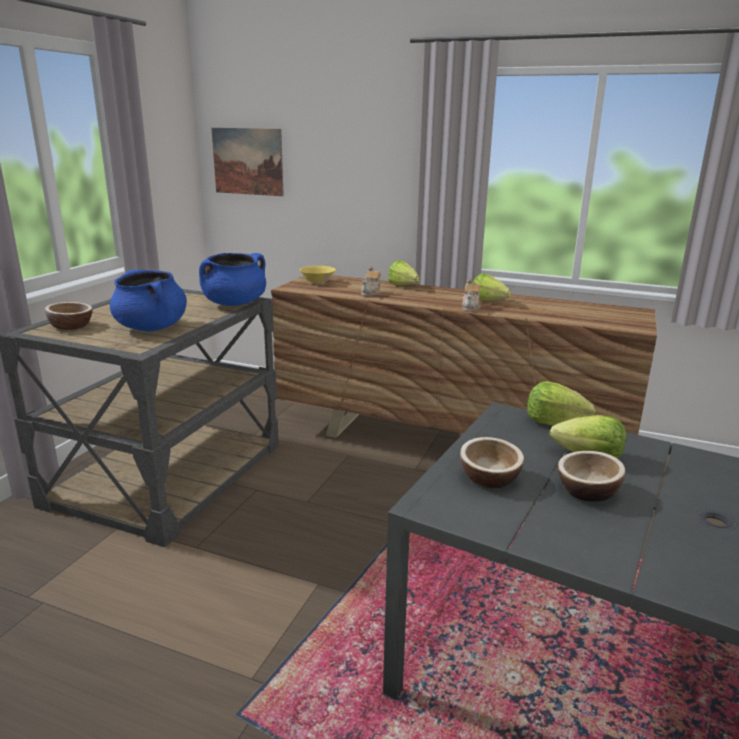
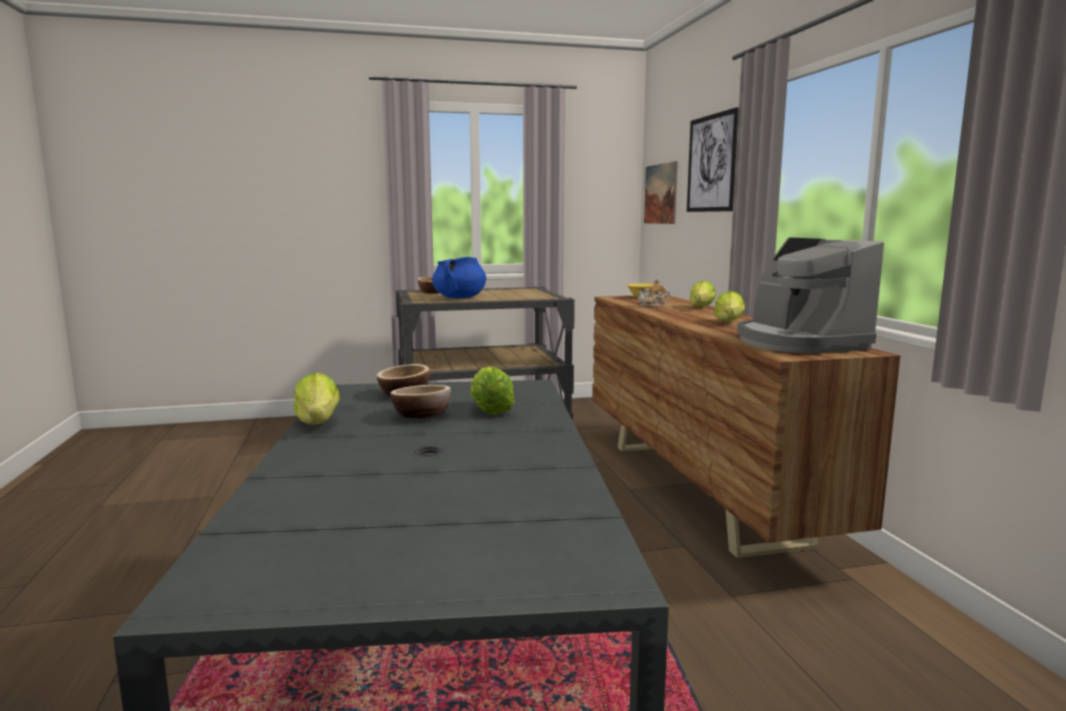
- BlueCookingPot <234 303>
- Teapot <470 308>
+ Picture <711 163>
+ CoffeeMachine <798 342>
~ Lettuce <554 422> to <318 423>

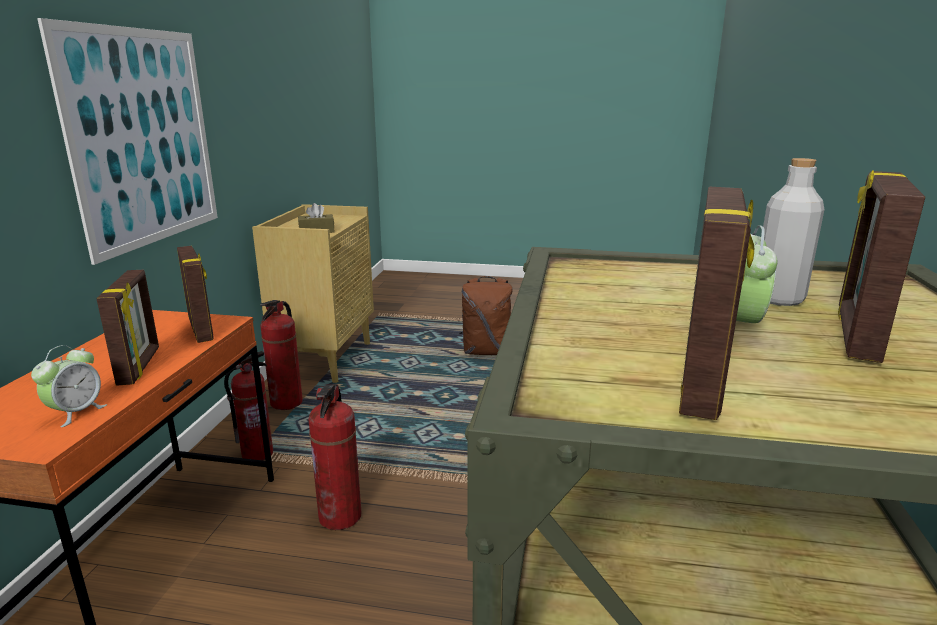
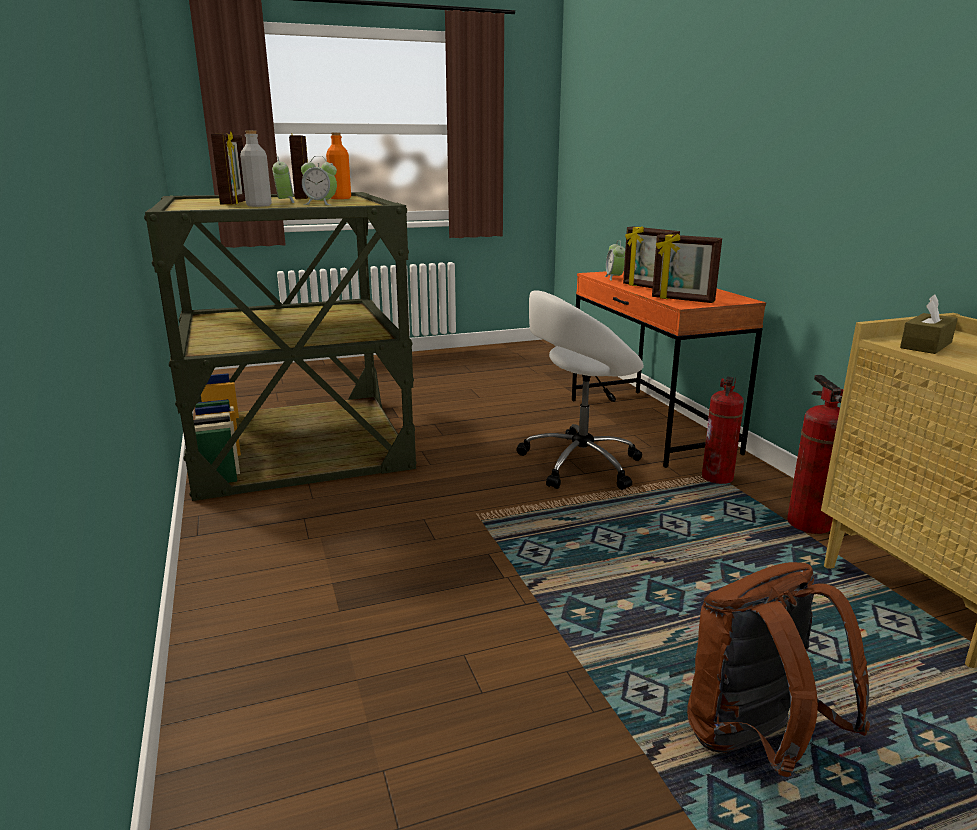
- Picture <144 138>
+ AlarmClock <321 204>
+ OrangeBottle <340 198>
~ FireExtinguisher <340 516> to WhiteOfficeChair <577 464>

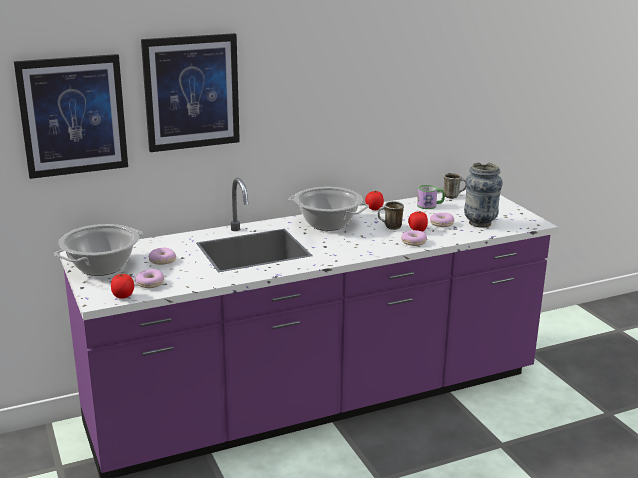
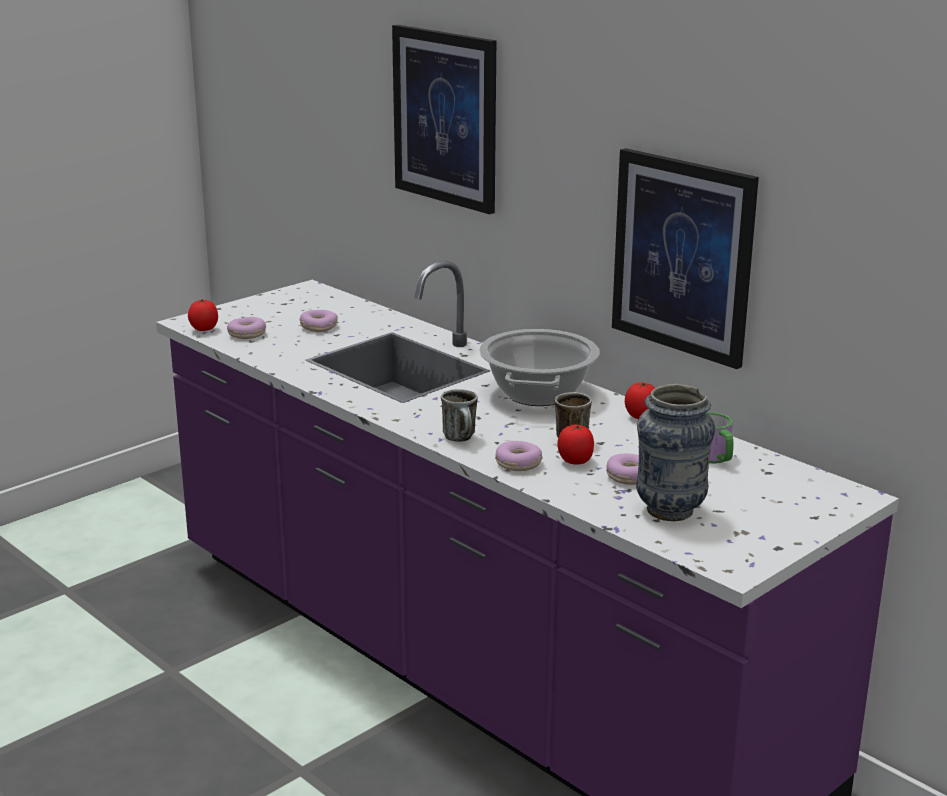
- CookingPot <102 266>
~ Picture <73 116> to <683 256>
~ Mug <453 196> to <462 439>

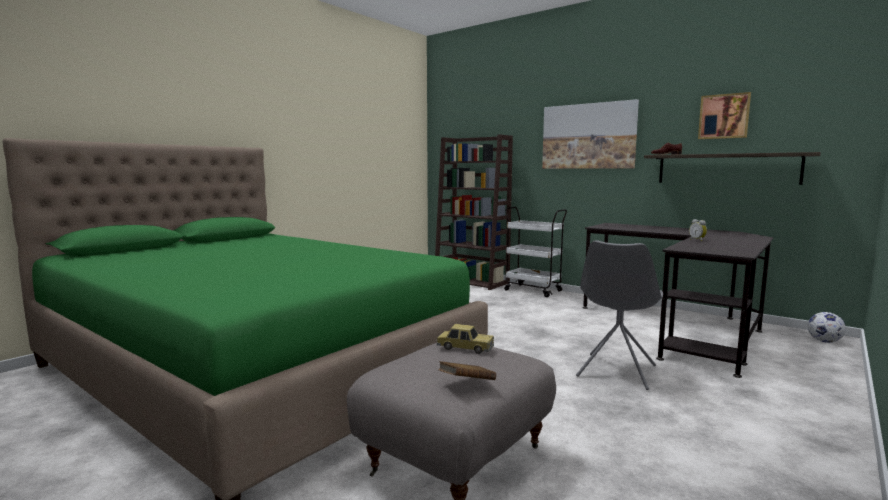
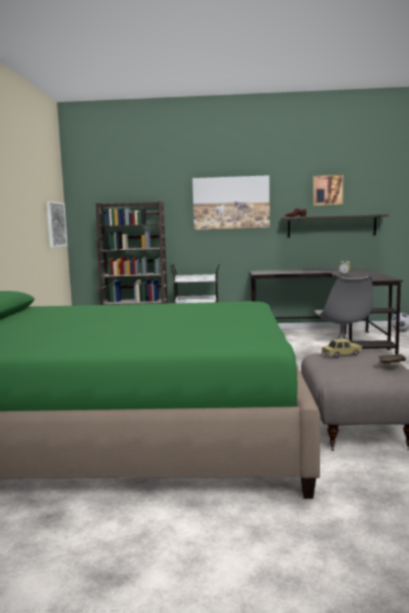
+ Picture <55 224>

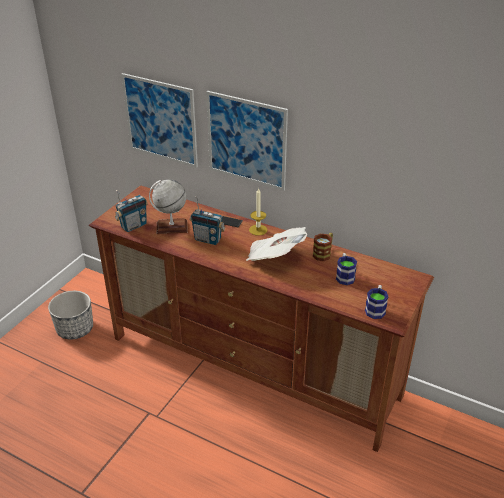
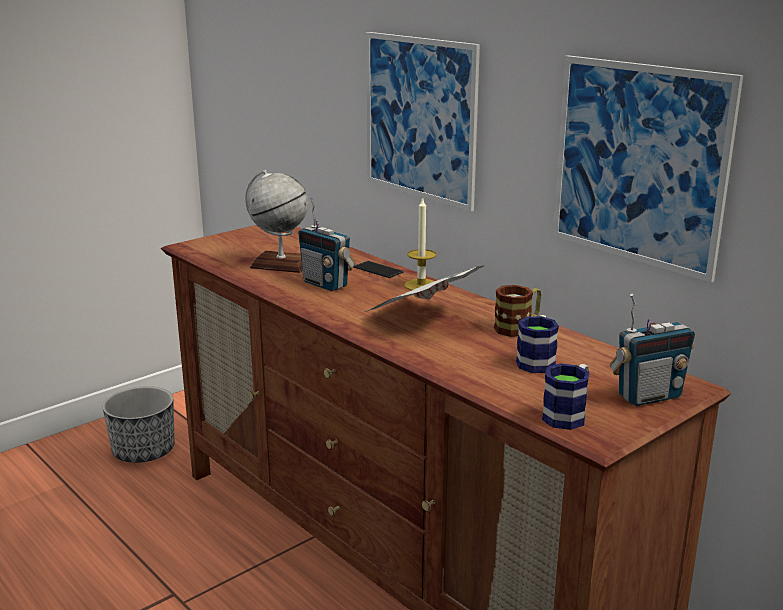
~ Radio <133 226> to <648 396>
~ Picture <160 120> to <638 164>

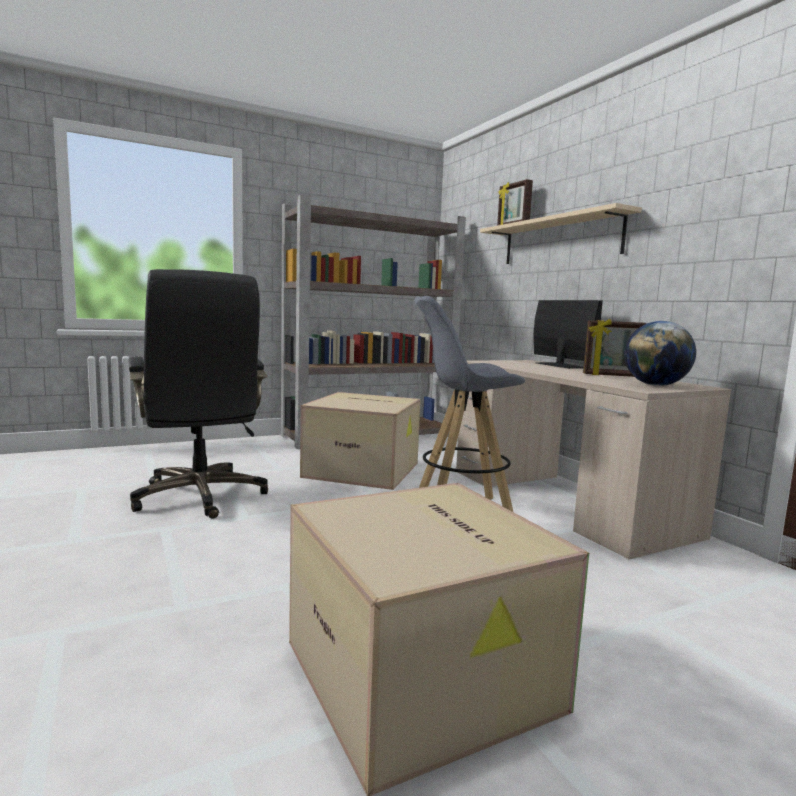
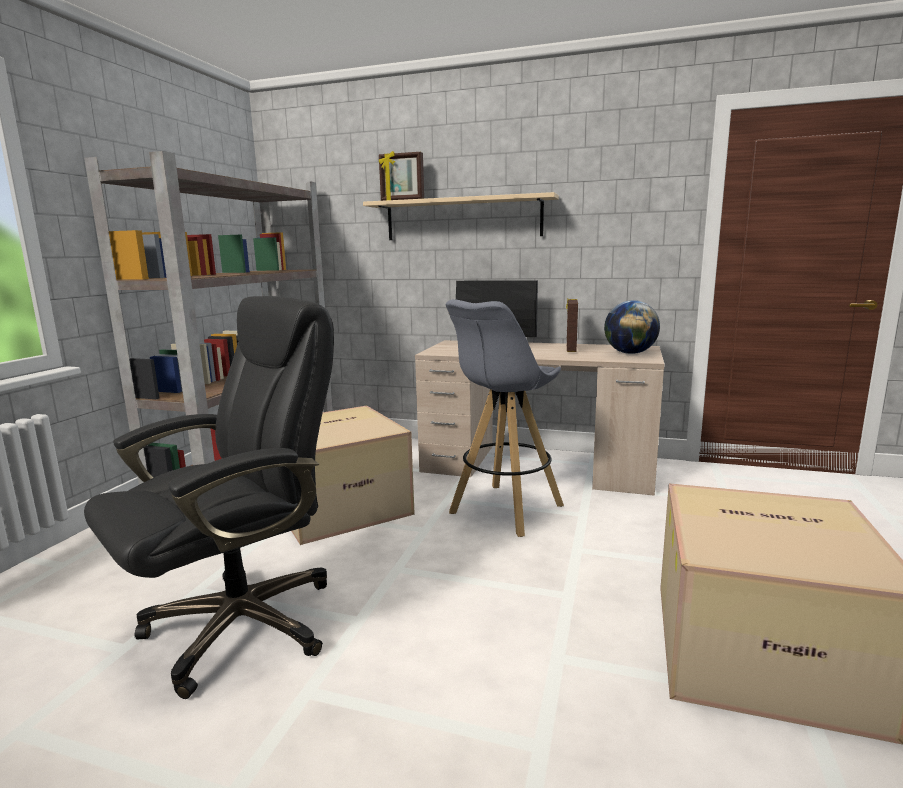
~ BlackOfficeChair <199 495> = <238 628> 60 degrees counterclockwise
~ PictureFrame <611 375> = <570 348> 135 degrees clockwise

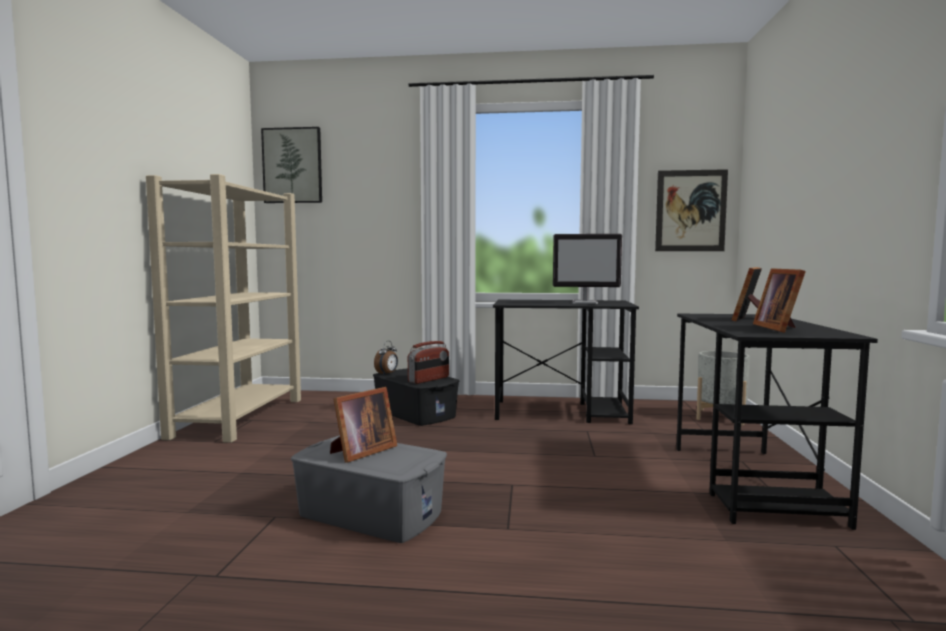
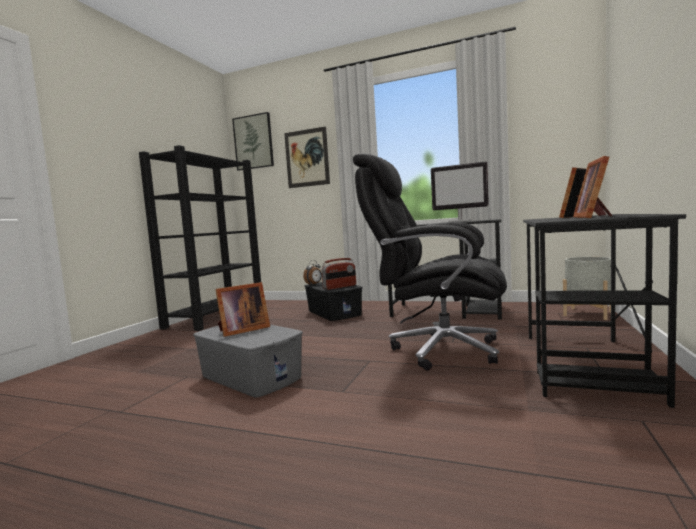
+ BlackOfficeChair <438 350>
~ Picture <690 211> to <307 158>
~ BeigeBookcase <239 417> to BlackBookcase <216 316>

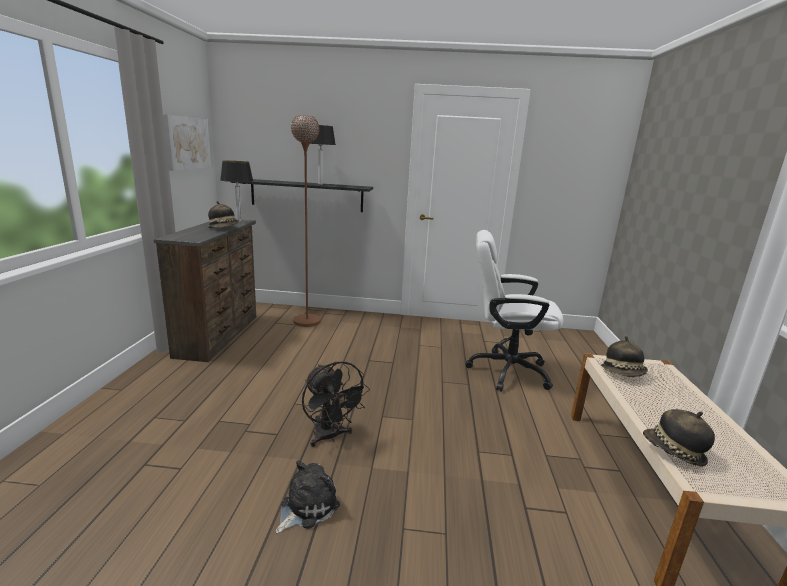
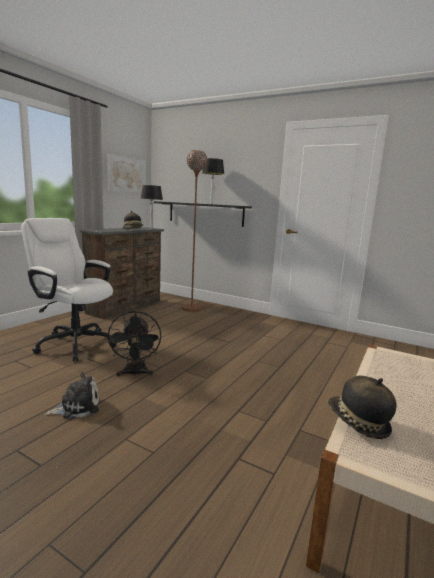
- Hat <623 373>
~ WhiteOfficeChair <504 371> to <73 344>

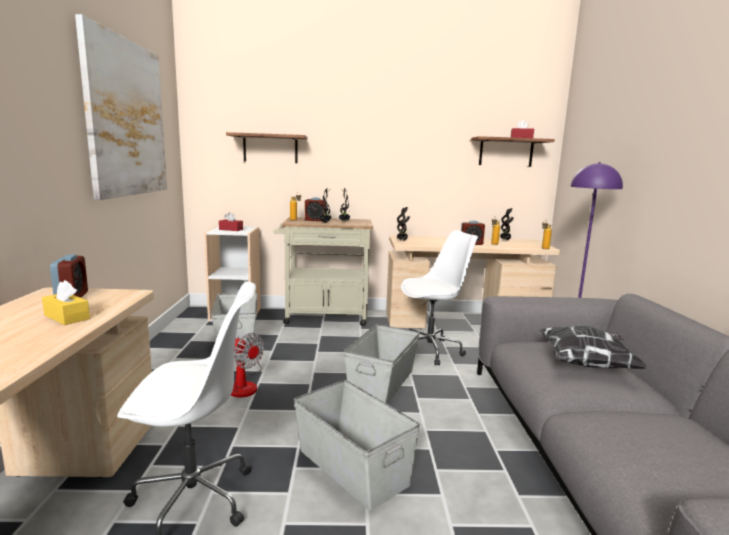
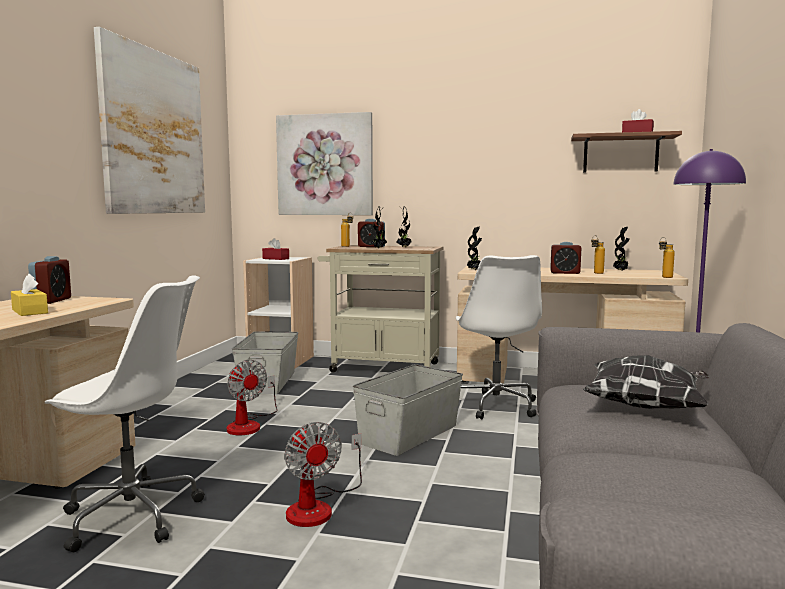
~ Shelf <270 148> to Picture <325 165>
~ GreyStorageBox <352 466> to Fan <318 507>
~ WhiteOfficeChair <431 350> = <496 407> 90 degrees clockwise

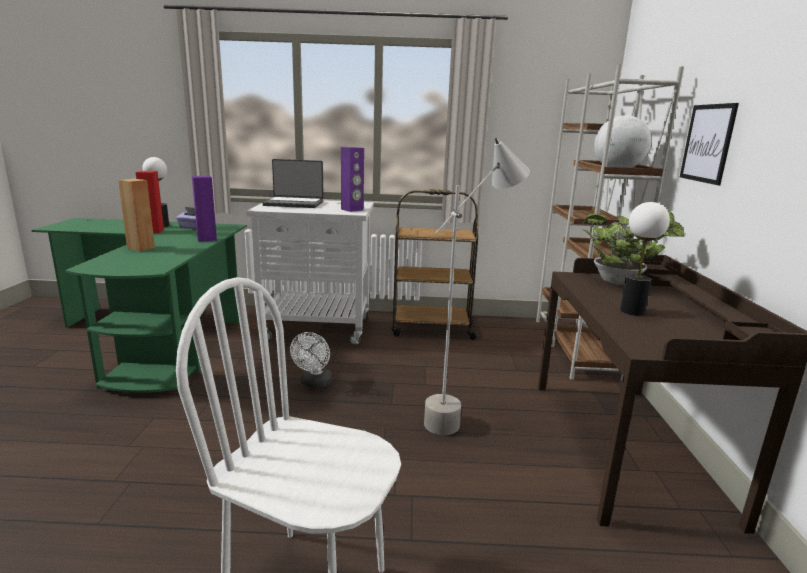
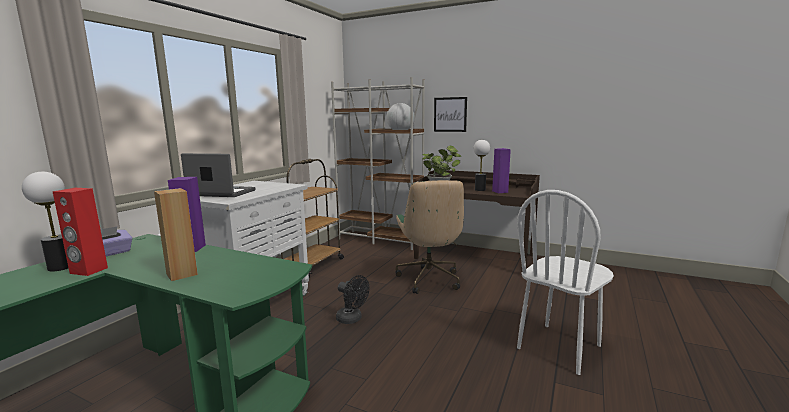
~ PurpleSpeaker <352 209> to <500 192>
~ GreyFloorLamp <463 415> to GreenOfficeChair <429 281>
~ WhiteFan <314 384> to BlackFan <352 319>
~ Laptop <294 203> = <221 193> 105 degrees counterclockwise

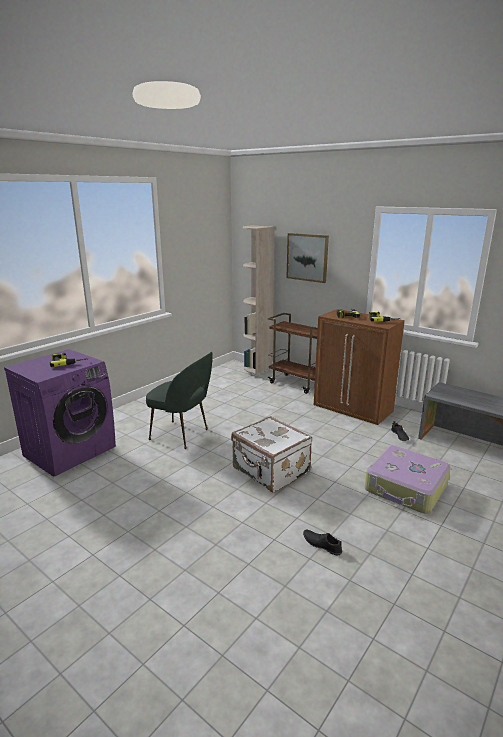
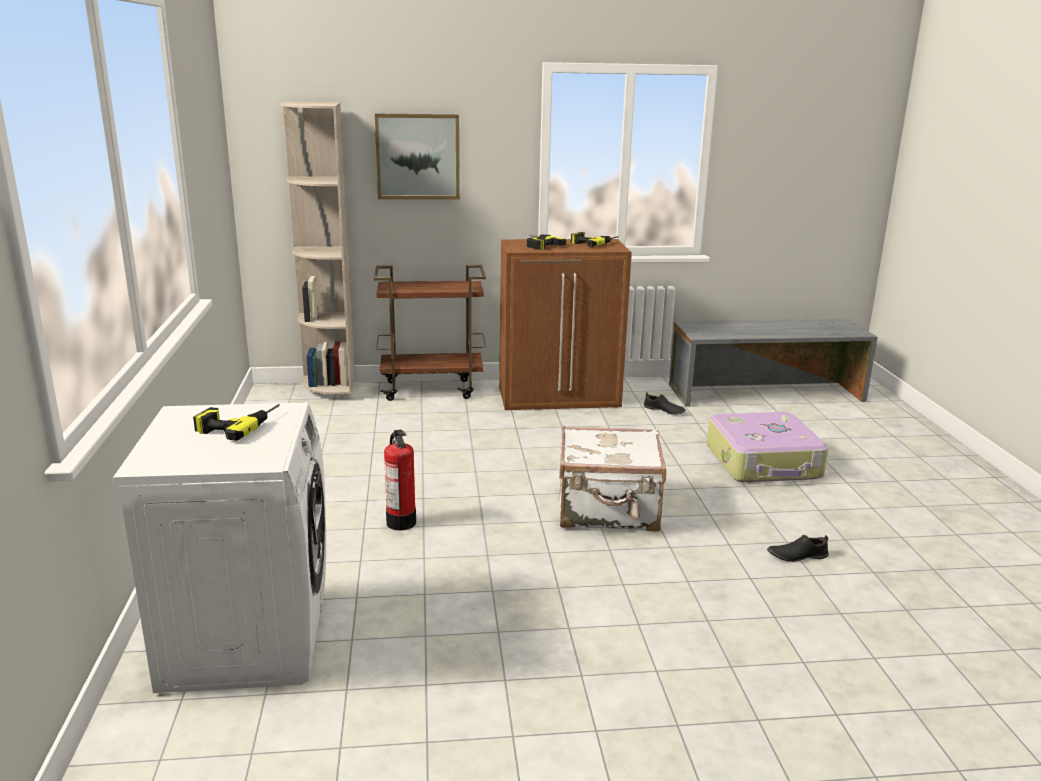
~ GreenChair <183 436> to FireExtinguisher <401 522>
~ PurpleWashingMachine <70 453> to WhiteWashingMachine <248 638>

